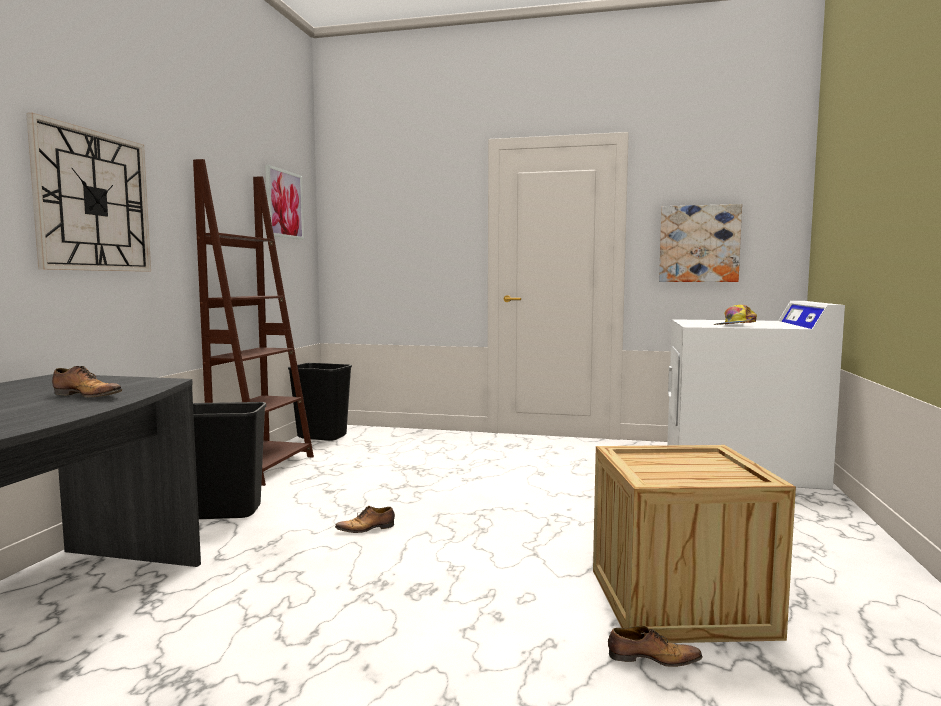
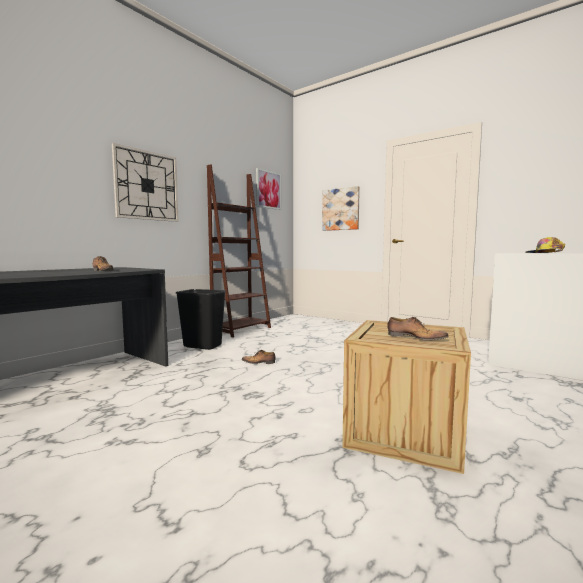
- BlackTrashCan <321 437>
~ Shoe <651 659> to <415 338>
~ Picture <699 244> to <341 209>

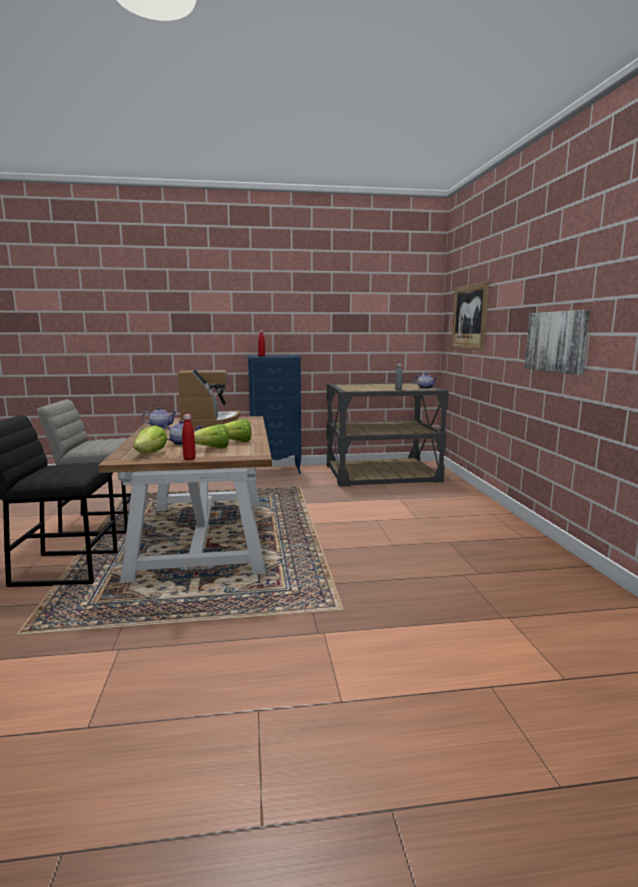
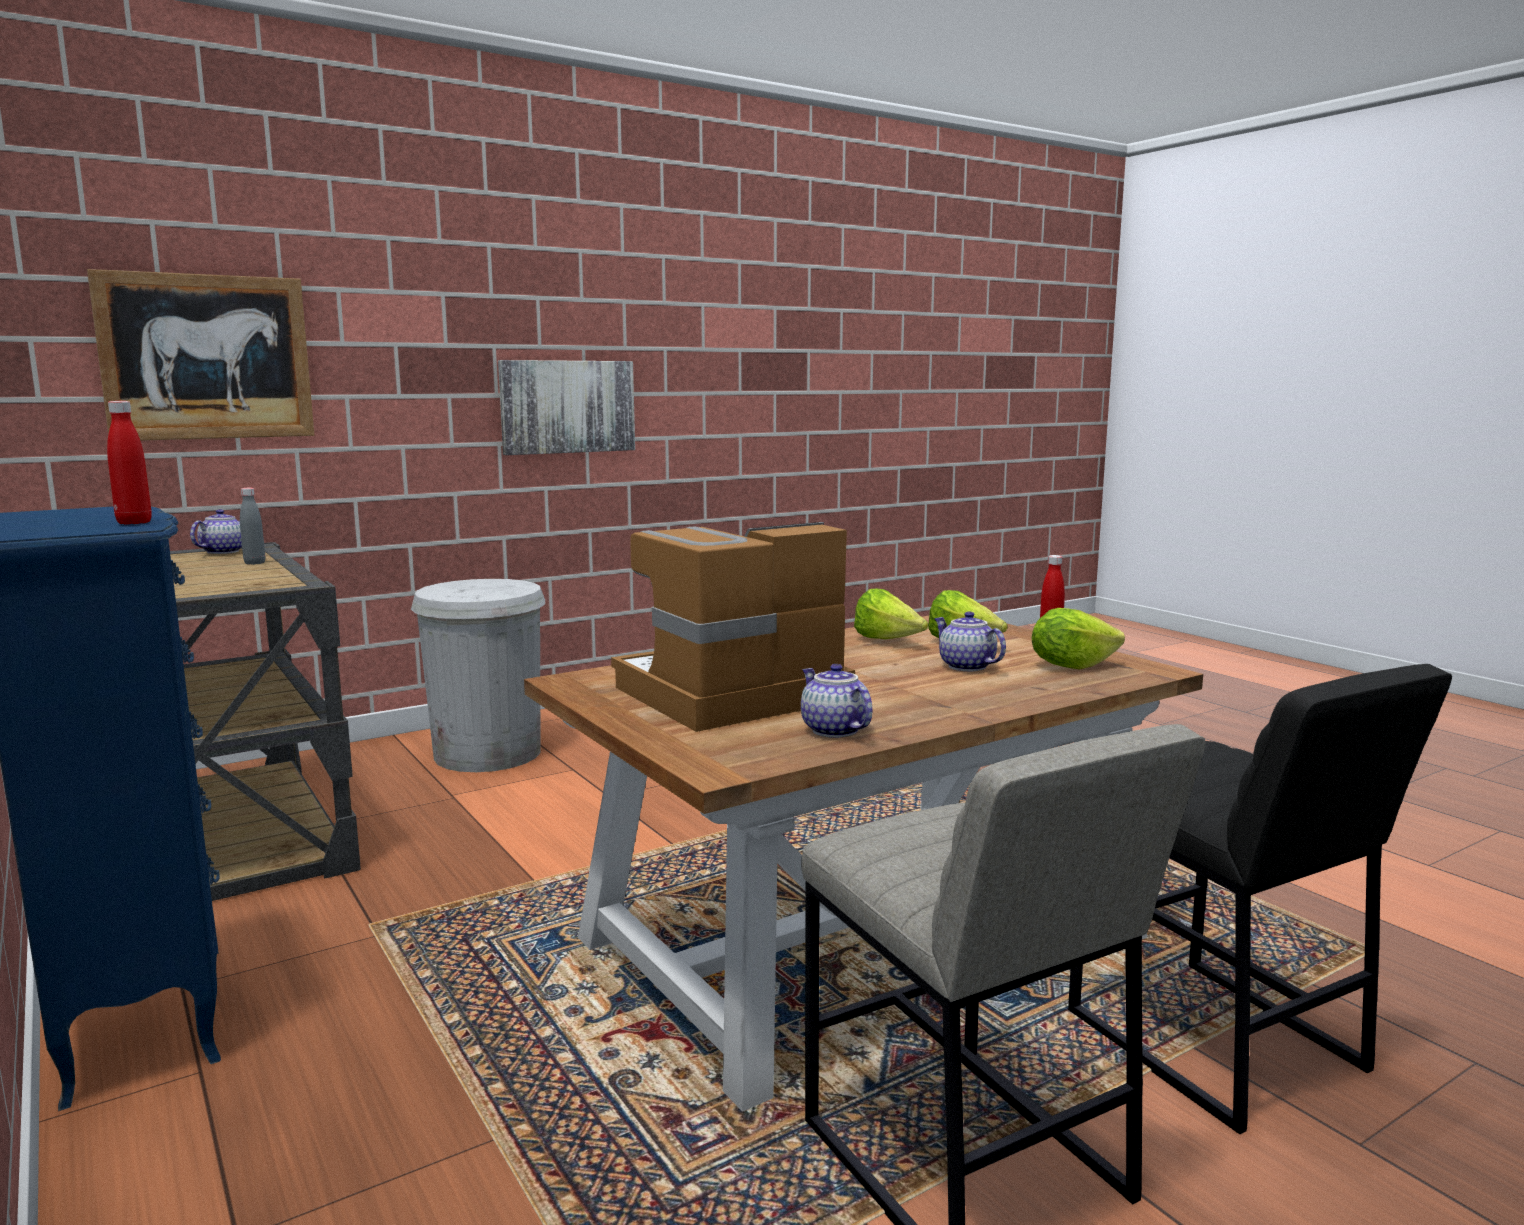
+ WhiteTrashCan <488 753>

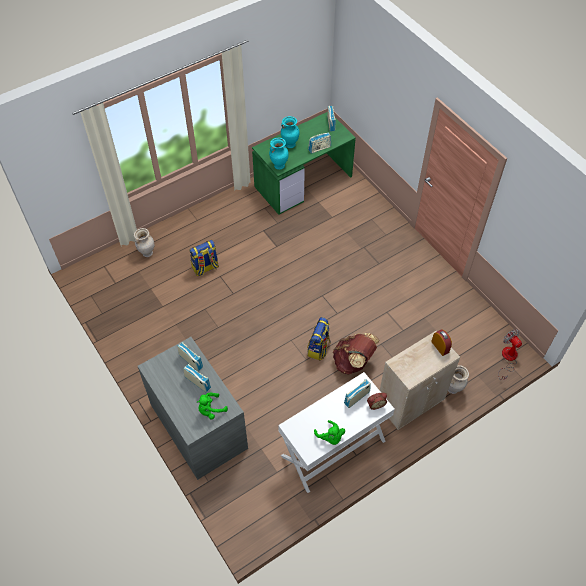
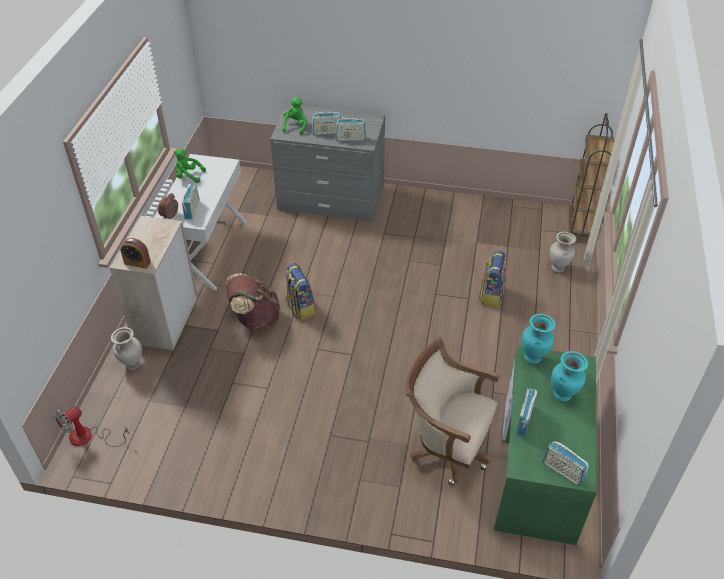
+ OfficeChair <446 450>
+ BrownCart <580 228>
~ Fan <508 359> = <89 437> 120 degrees clockwise

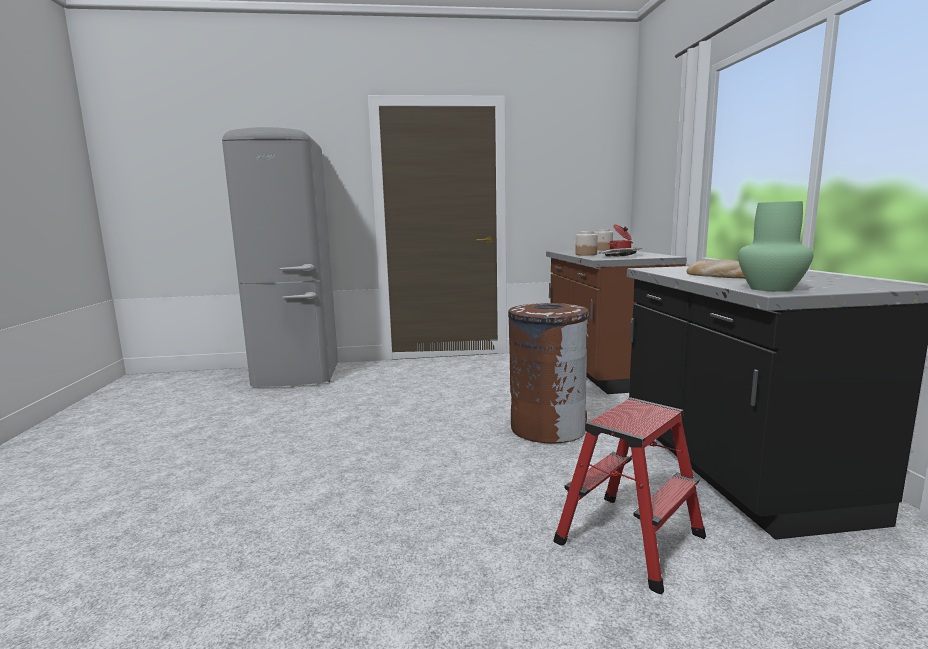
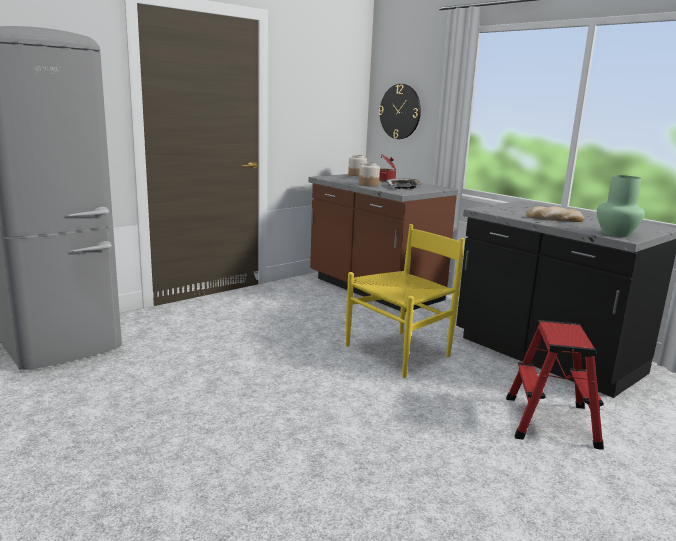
+ WallClock <400 111>
~ BrownTrashCan <547 428> to YellowChair <400 352>

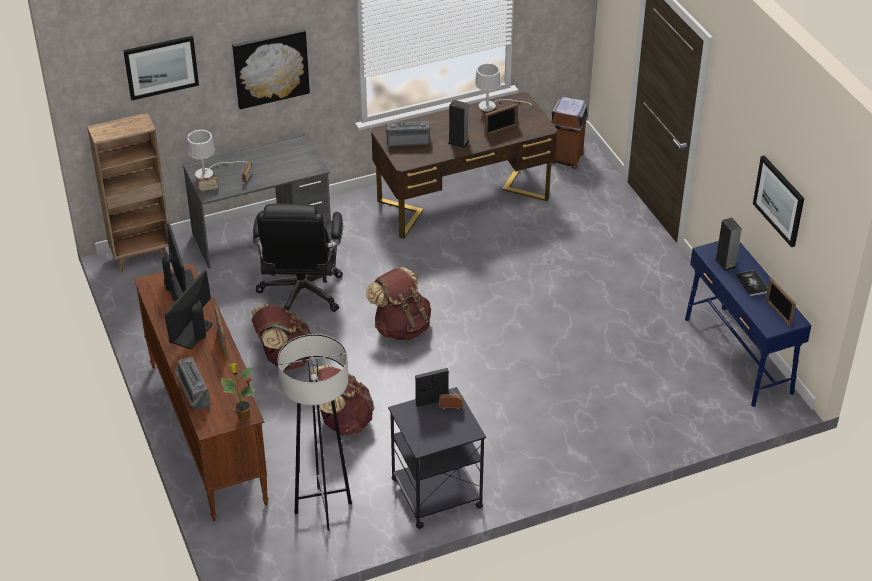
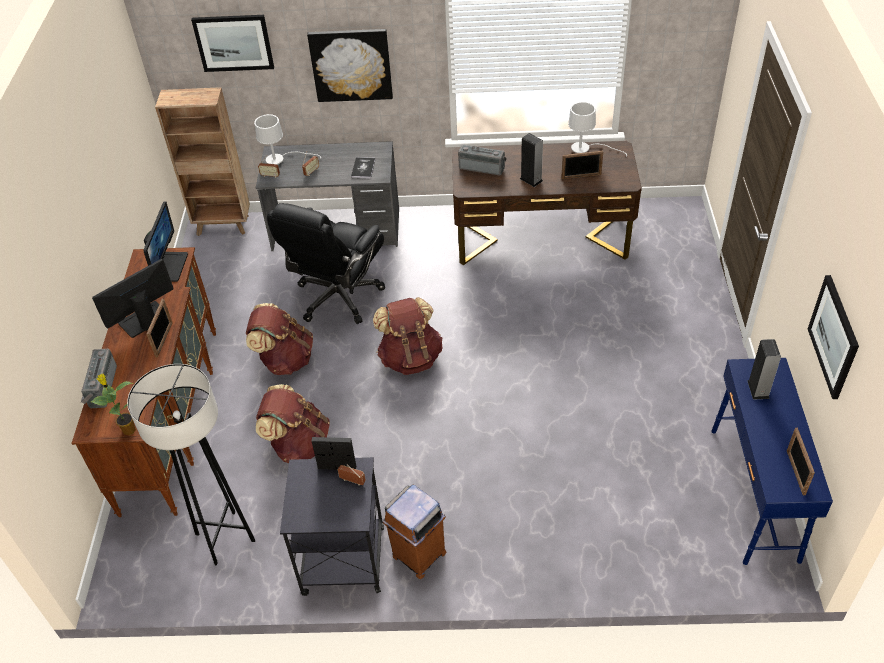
~ BrownTrashCan <566 158> to <418 555>
~ Book <752 284> to <363 168>

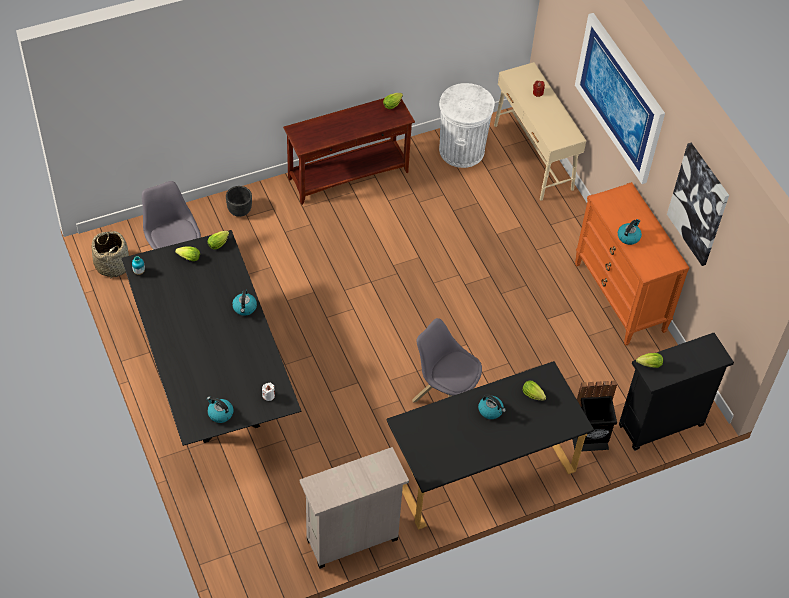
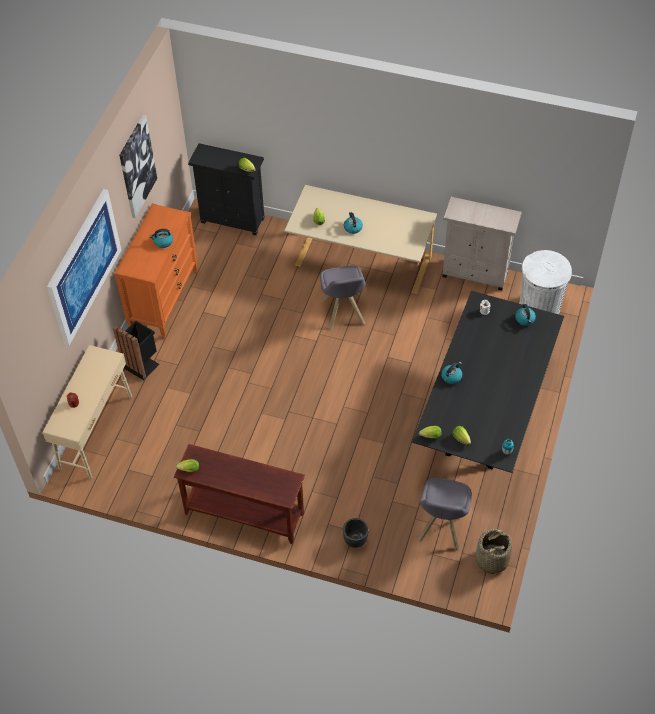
~ WhiteTrashCan <461 150> to <539 308>
~ BlackTrashCan <590 439> to <141 364>
~ BlackDesk <482 467> to BeigeDesk <361 263>

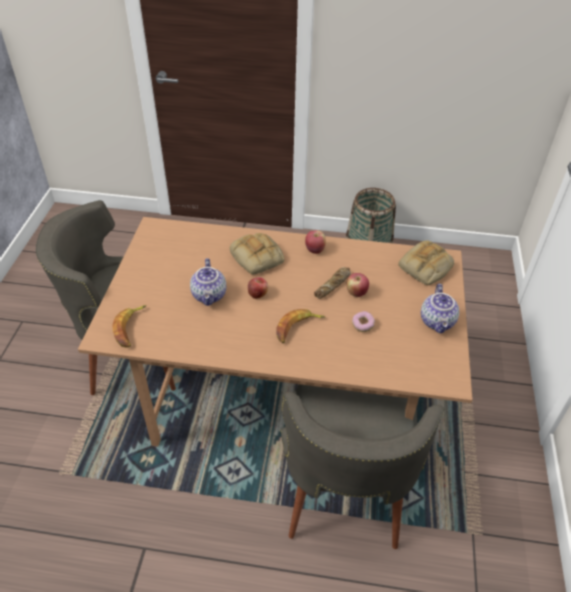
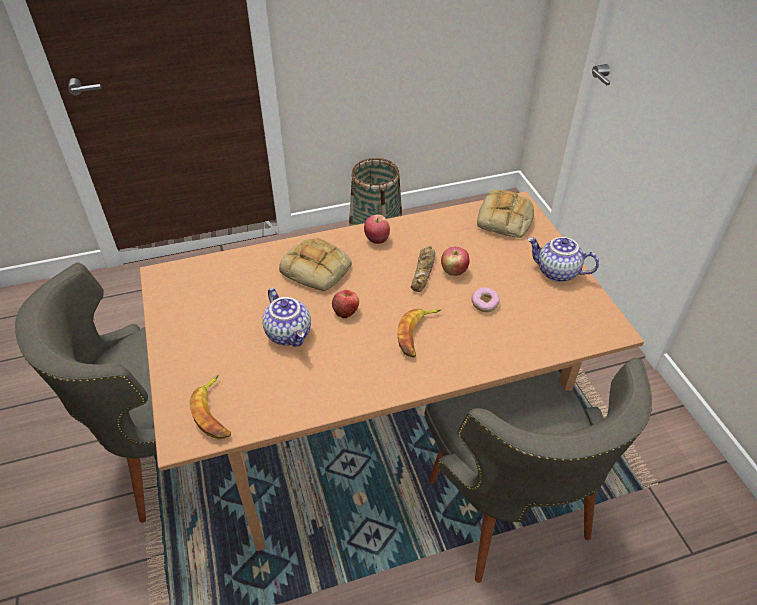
~ Teapot <438 322> = <556 272> 135 degrees clockwise

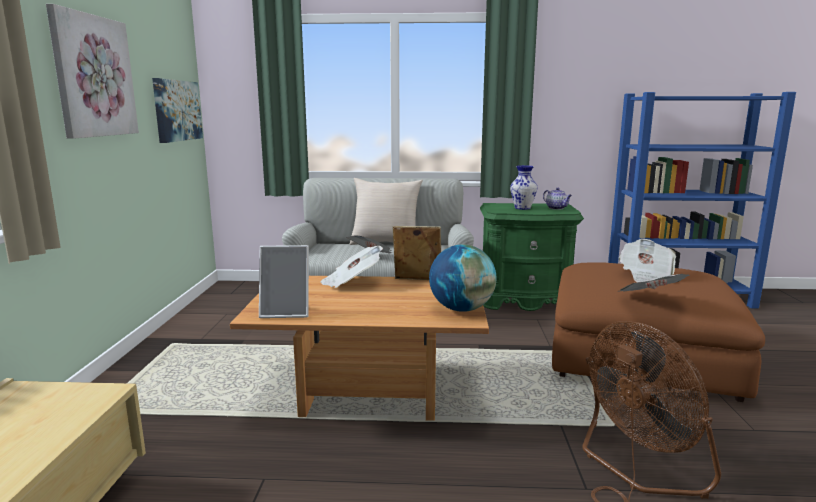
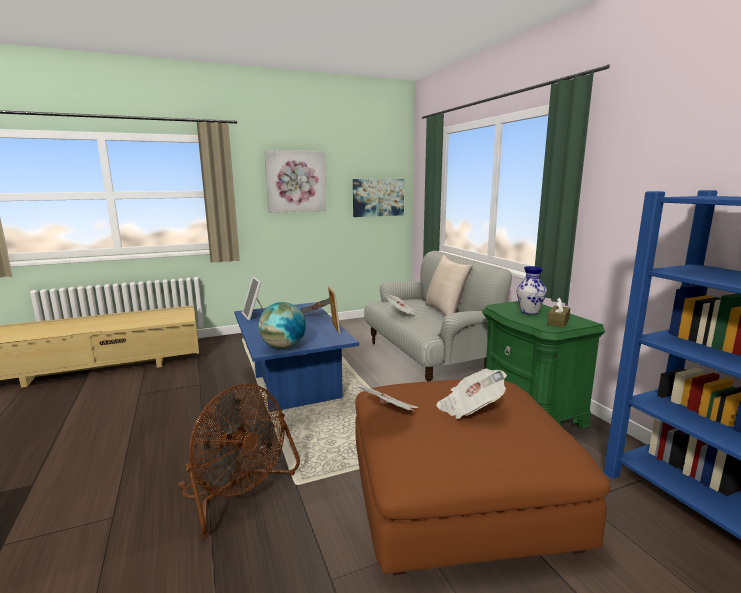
~ Teapot <557 208> to BrownTissueBox <558 322>
~ BrownCoffeeTable <369 393> to BlueCoffeeTable <293 386>

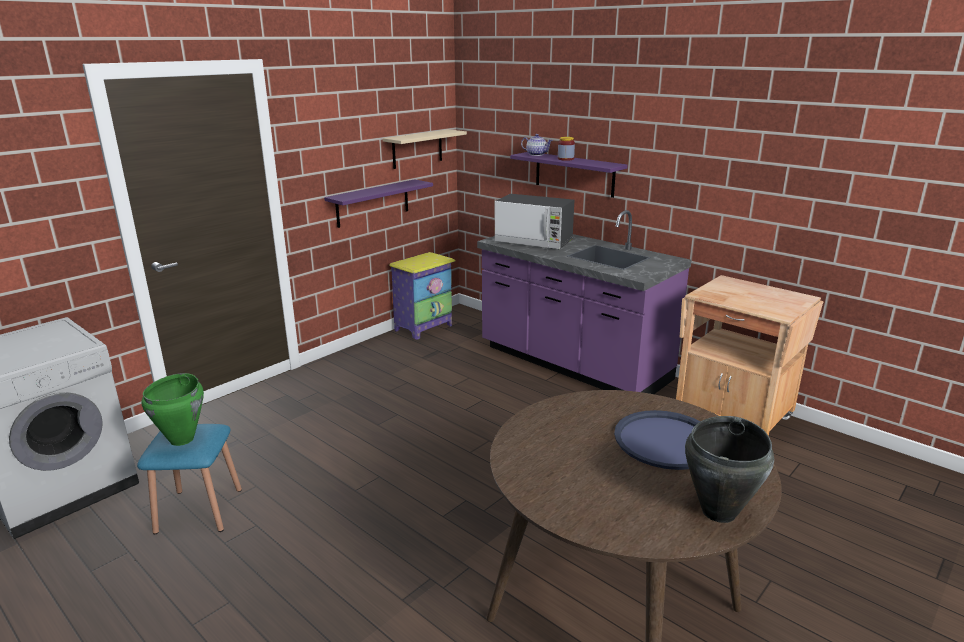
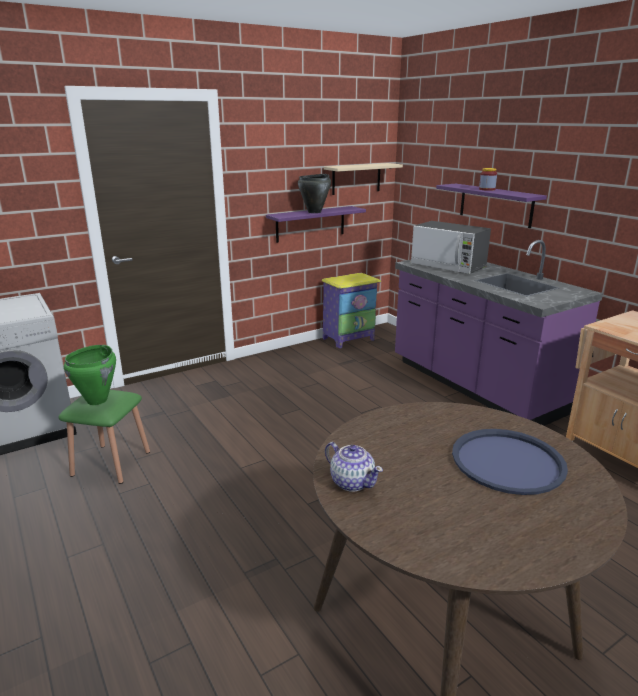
~ Teapot <536 154> to <352 482>
~ BlackCookingPot <719 512> to <315 212>
~ BlueStool <199 510> to GreenStool <111 463>

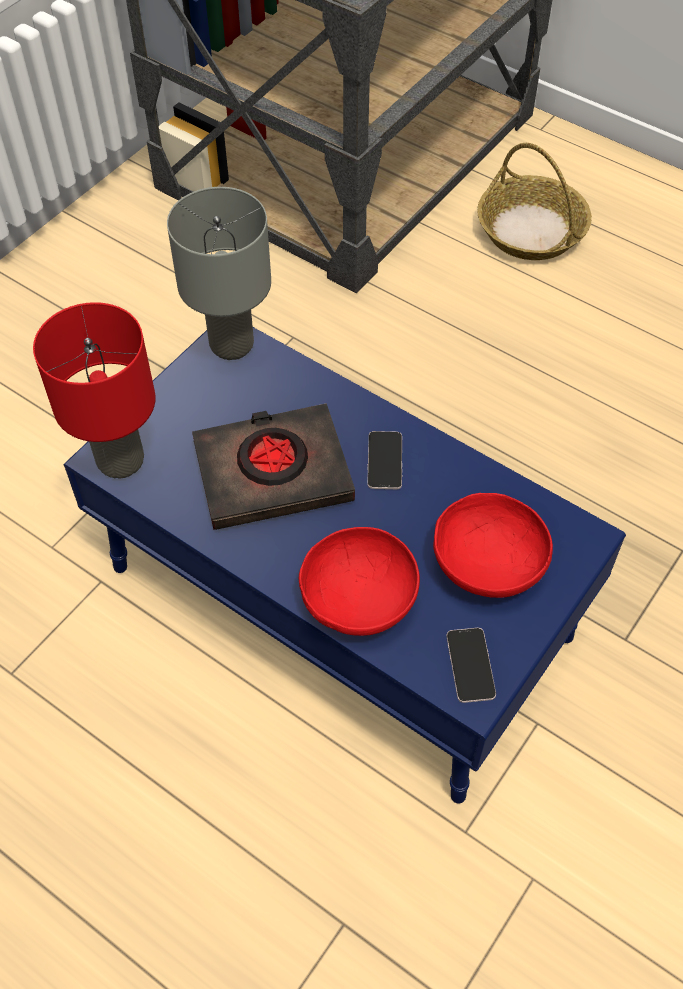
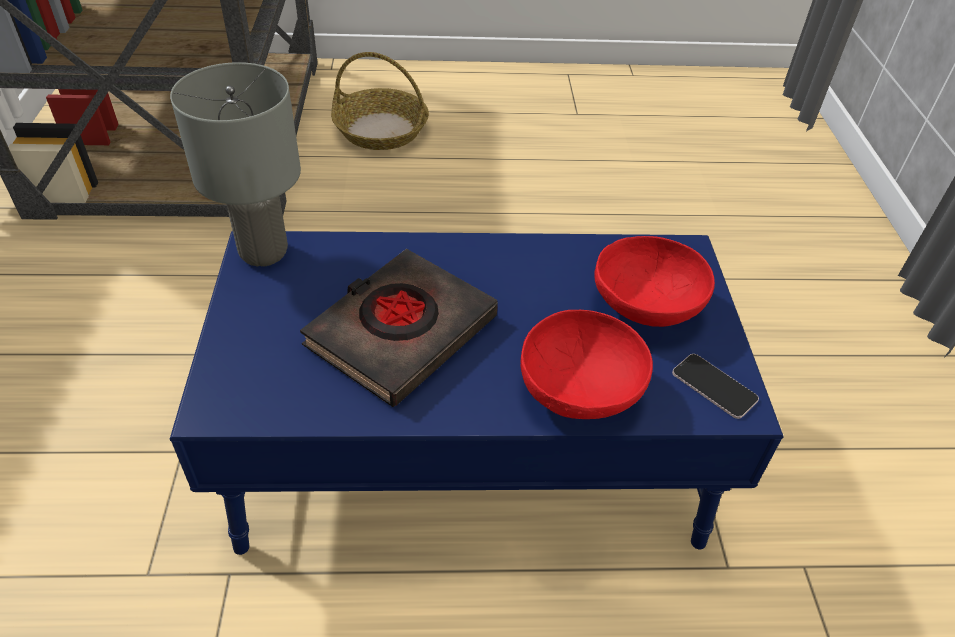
- RedTableLamp <122 464>
- Phone <384 461>

